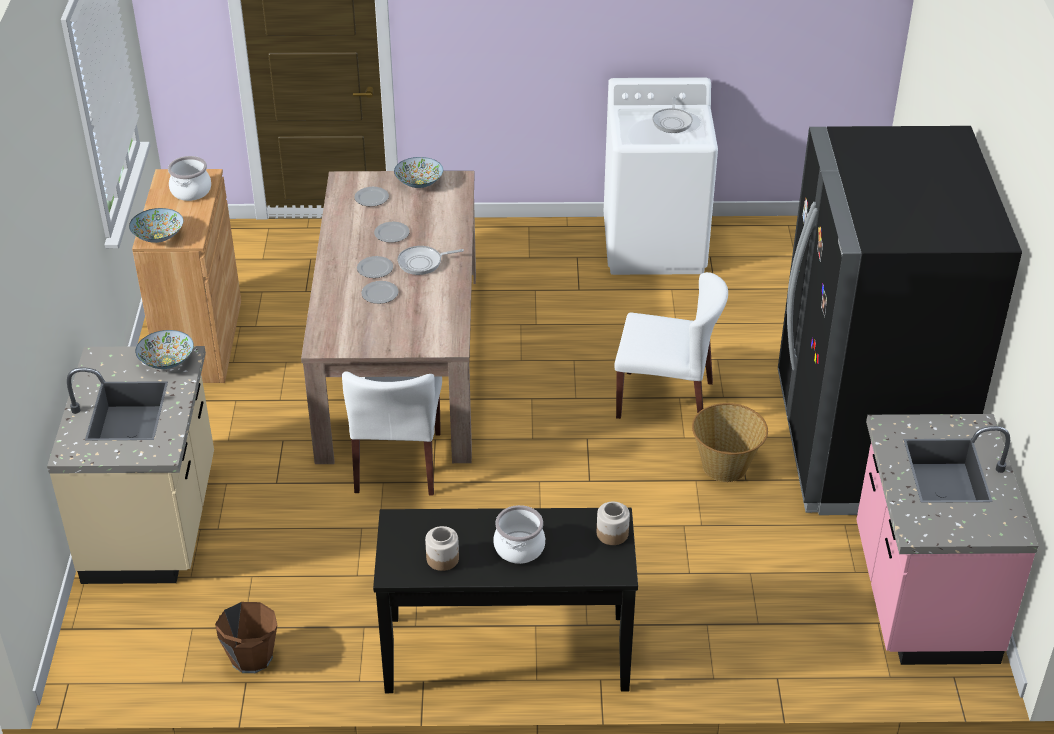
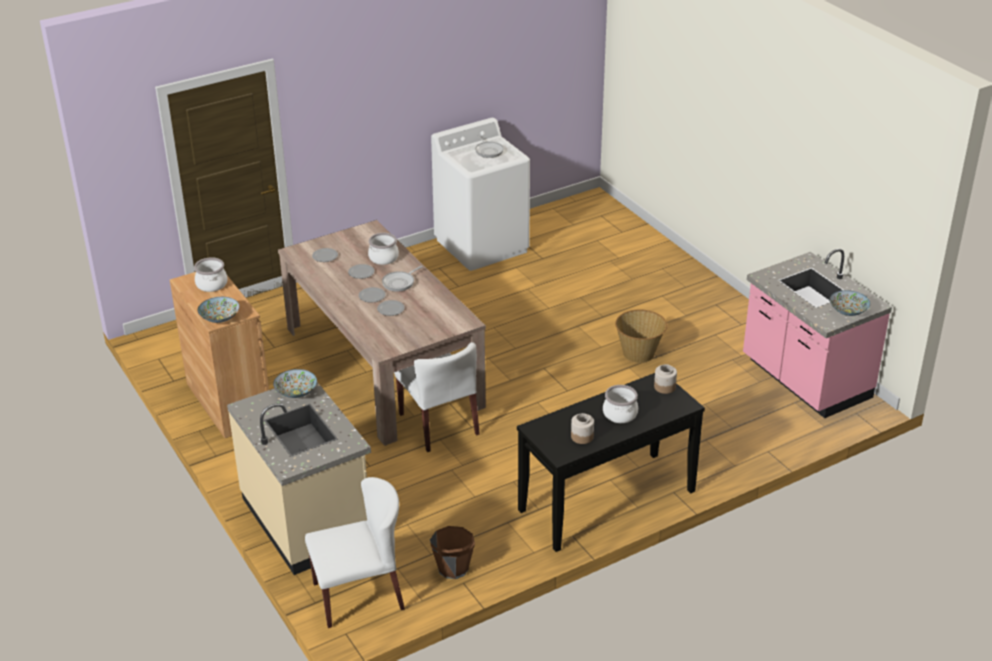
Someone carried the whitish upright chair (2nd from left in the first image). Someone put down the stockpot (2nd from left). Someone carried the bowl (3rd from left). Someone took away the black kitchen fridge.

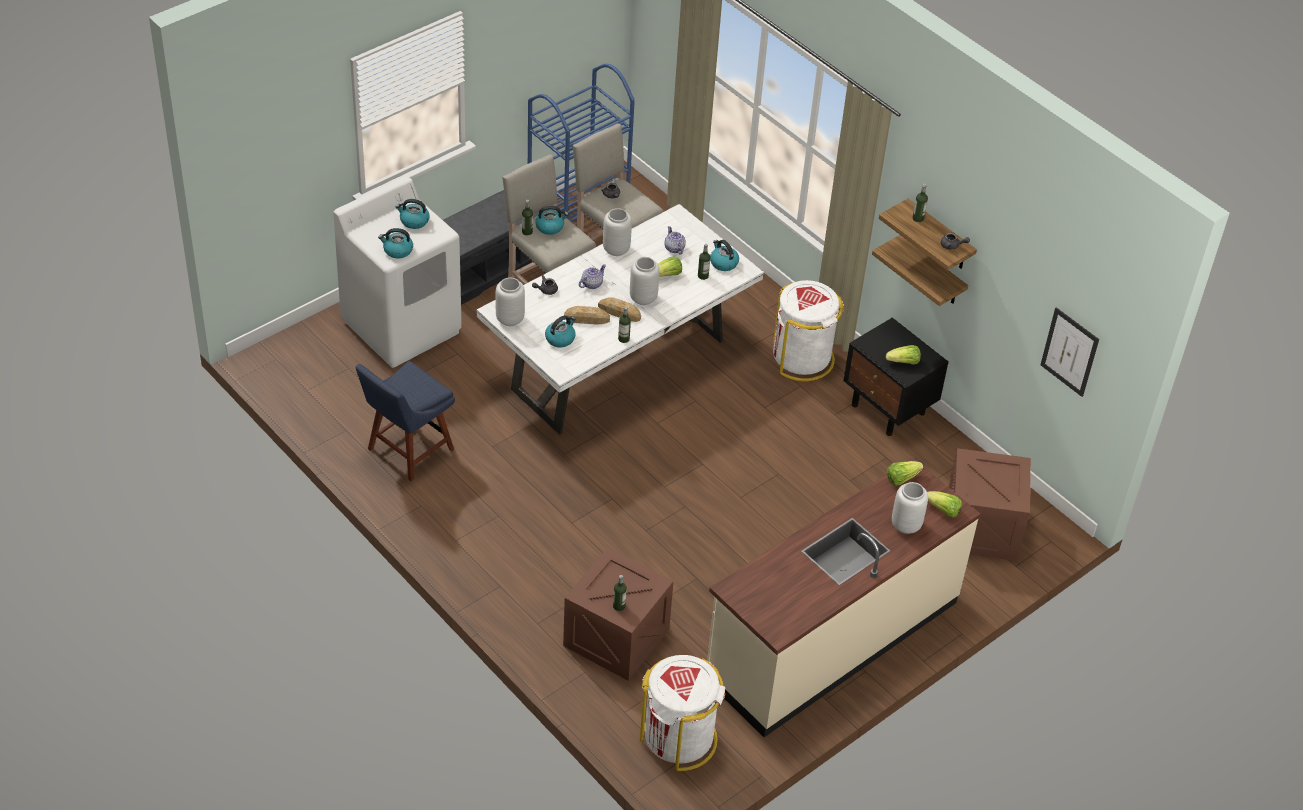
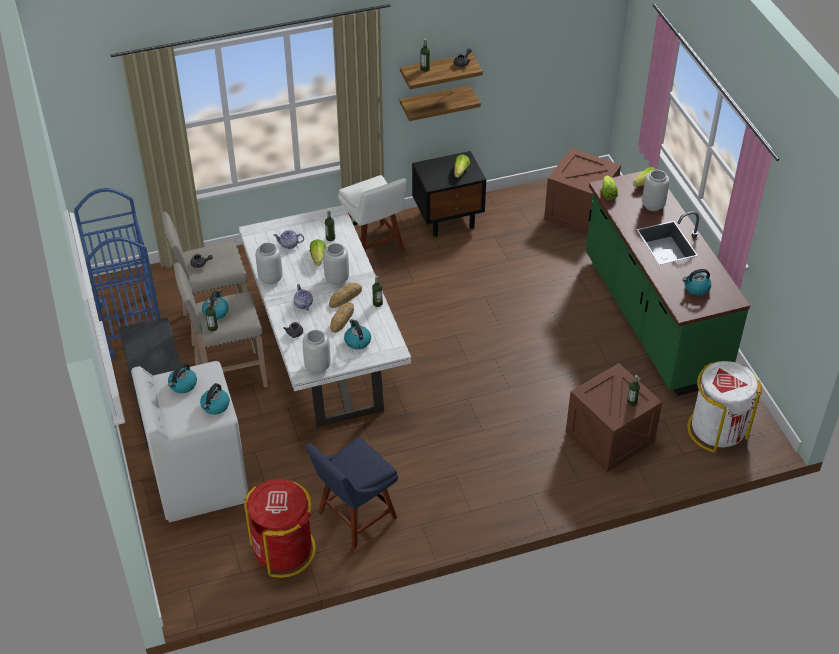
Someone put down the red trash can. Someone rotated the blue-coloured upright chair by 75 degrees clockwise. Someone swapped the whitish trash can (2nd from left) for the whitish upright chair. Someone repainted the beige kitchen counter, which became the greenish kitchen counter. Someone carried the tea kettle (5th from left). Someone took away the wall art.

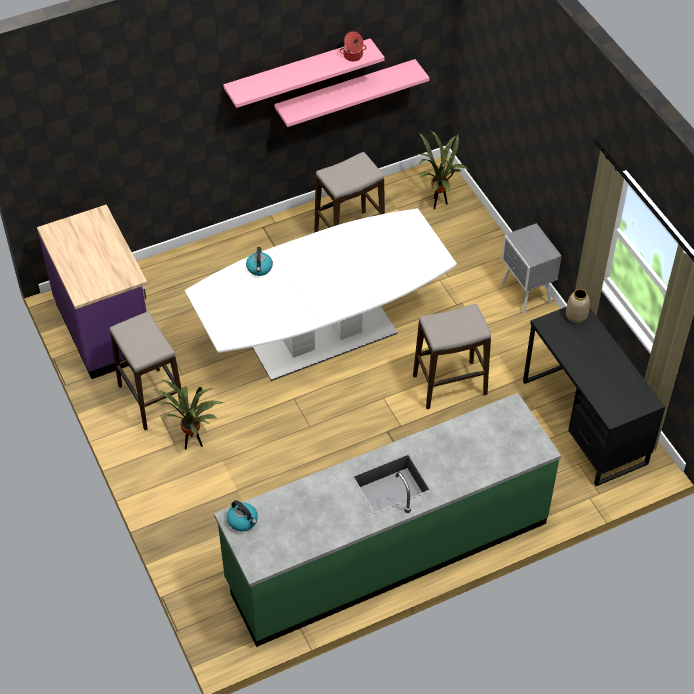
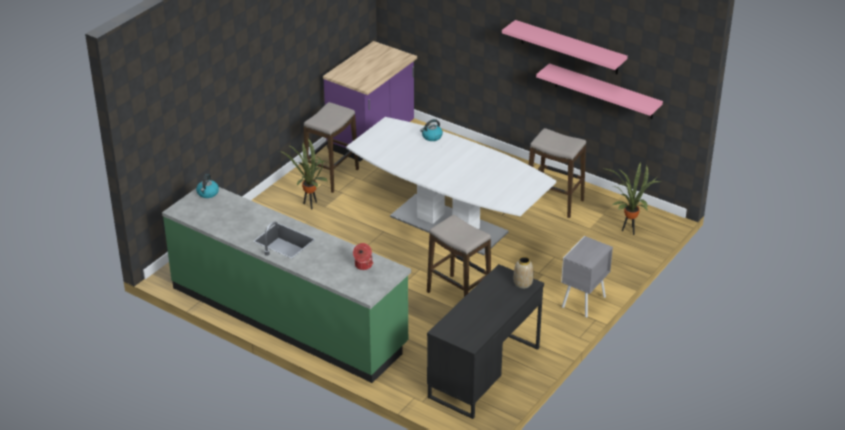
Someone carried the stockpot.

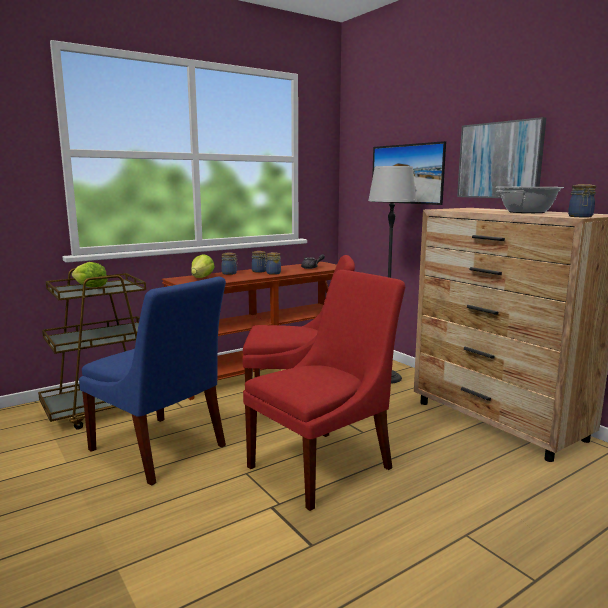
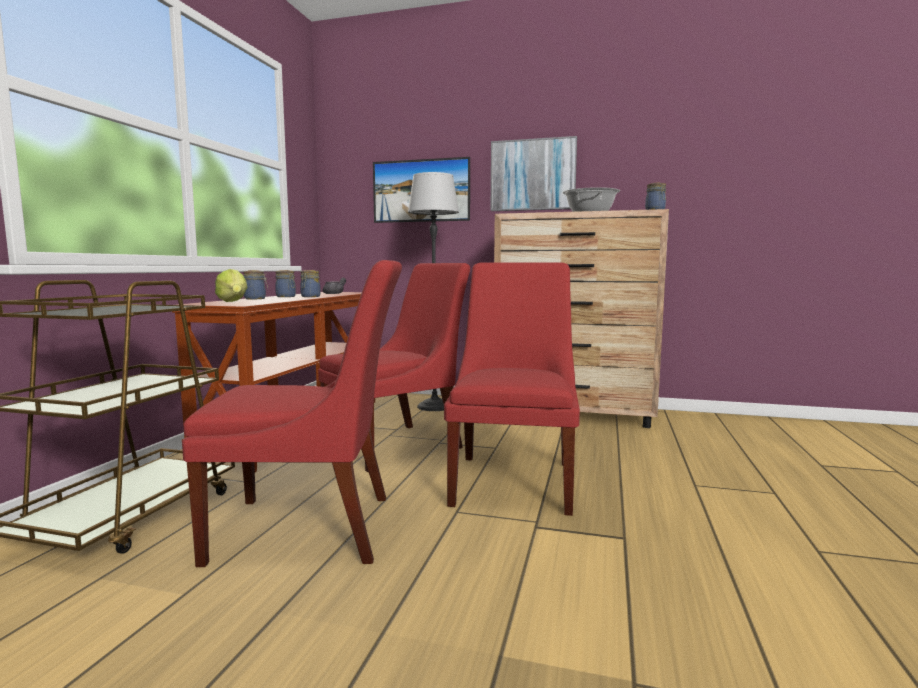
Someone repainted the blue-coloured upright chair, which became the red upright chair (1st from left). Someone took away the lettuce (1st from left).

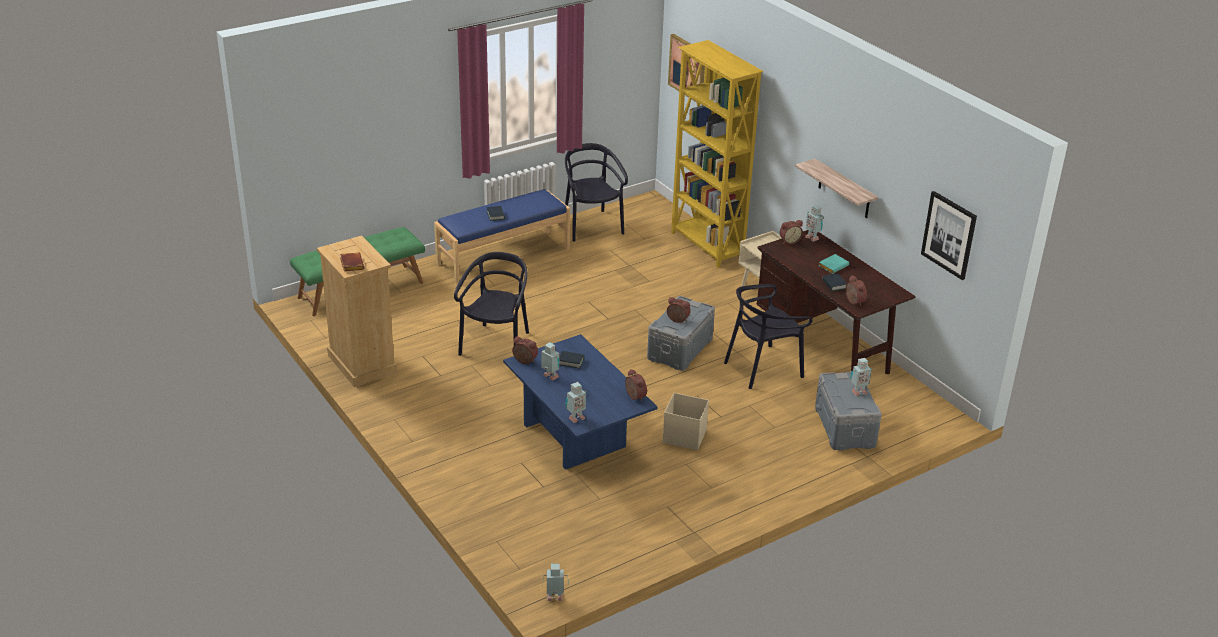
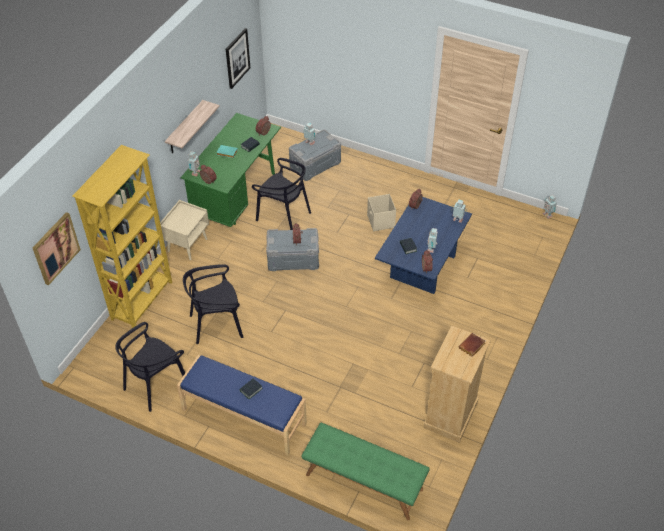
Someone repainted the brownish desk table, which became the greenish desk table. Someone carried the black upright chair (1st from left in the first image).

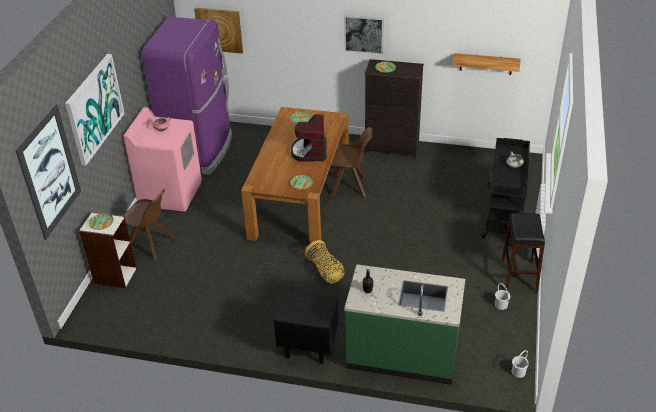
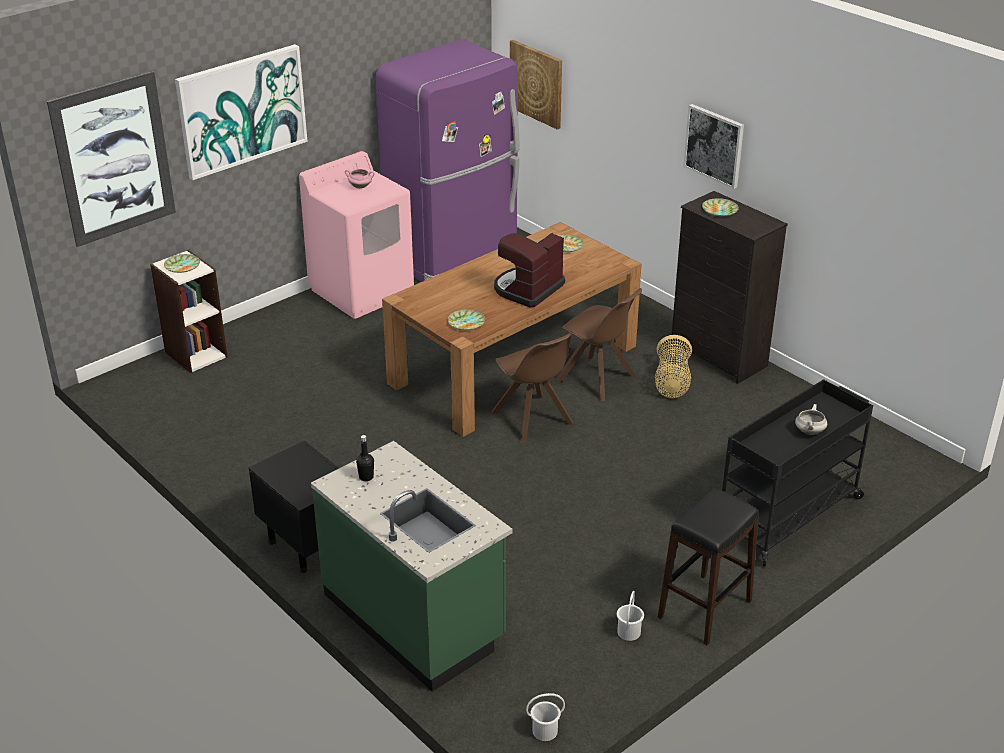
Someone carried the brownish upright chair (1st from left). Someone carried the storage basket. Someone took away the bracket shelf.

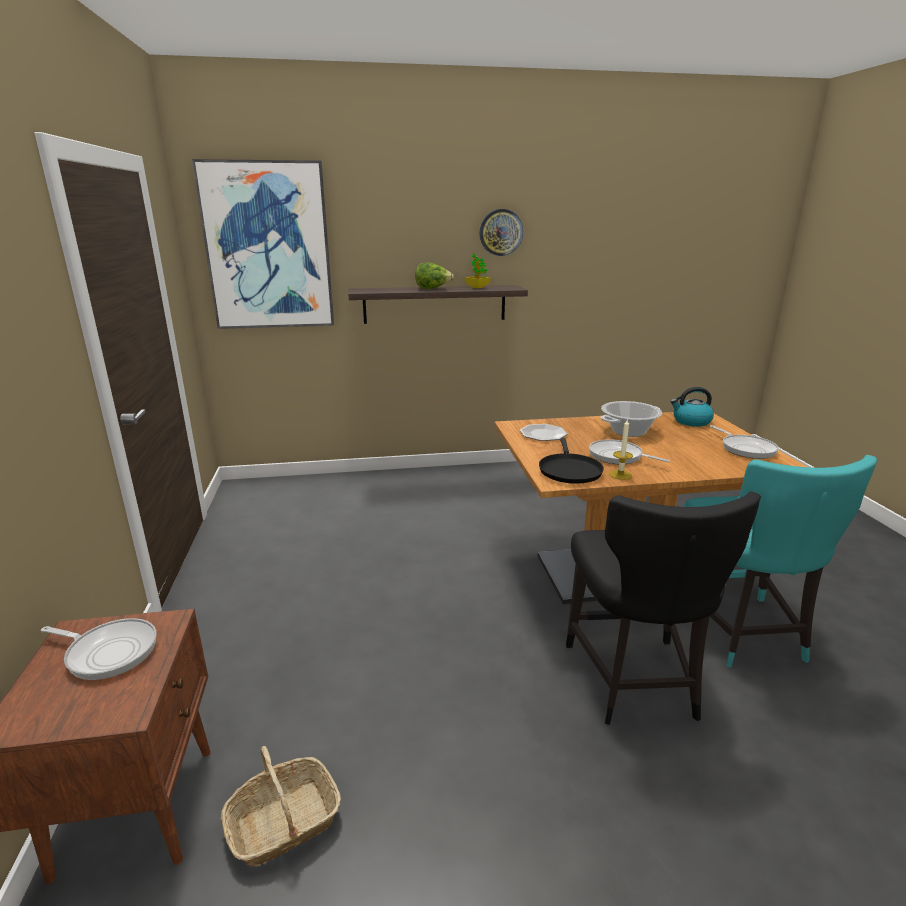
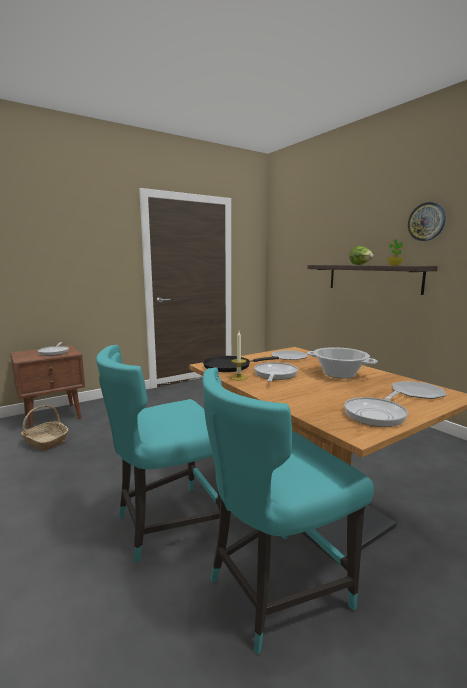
Someone repainted the black upright chair, which became the turquoise upright chair (1st from left). Someone swapped the tea kettle for the dinner plate (2nd from left). Someone took away the wall art.

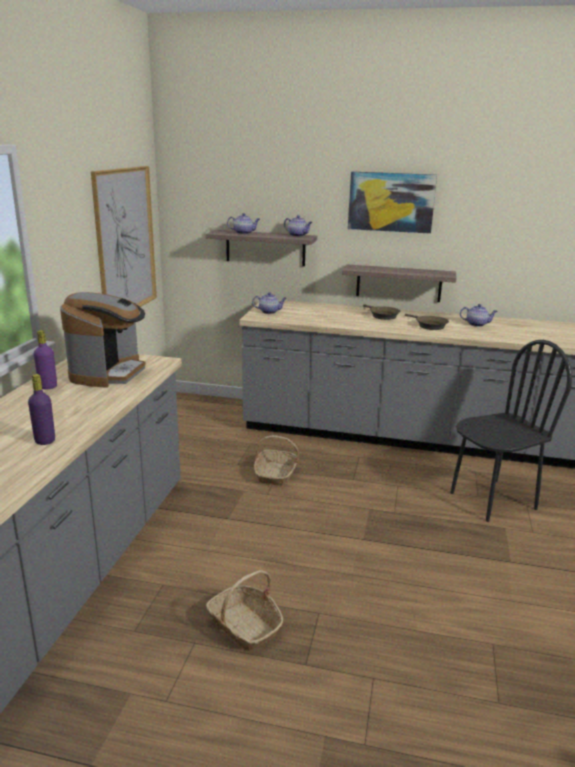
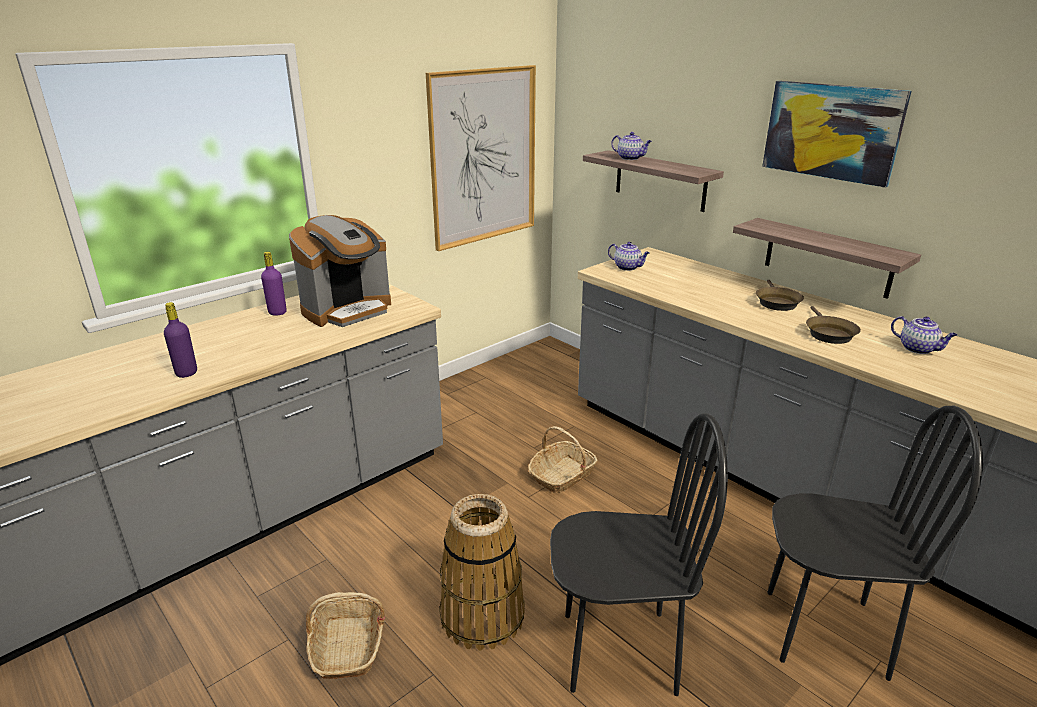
Someone put down the storage basket (2nd from left). Someone put down the black upright chair (1st from left). Someone took away the teapot (3rd from left).

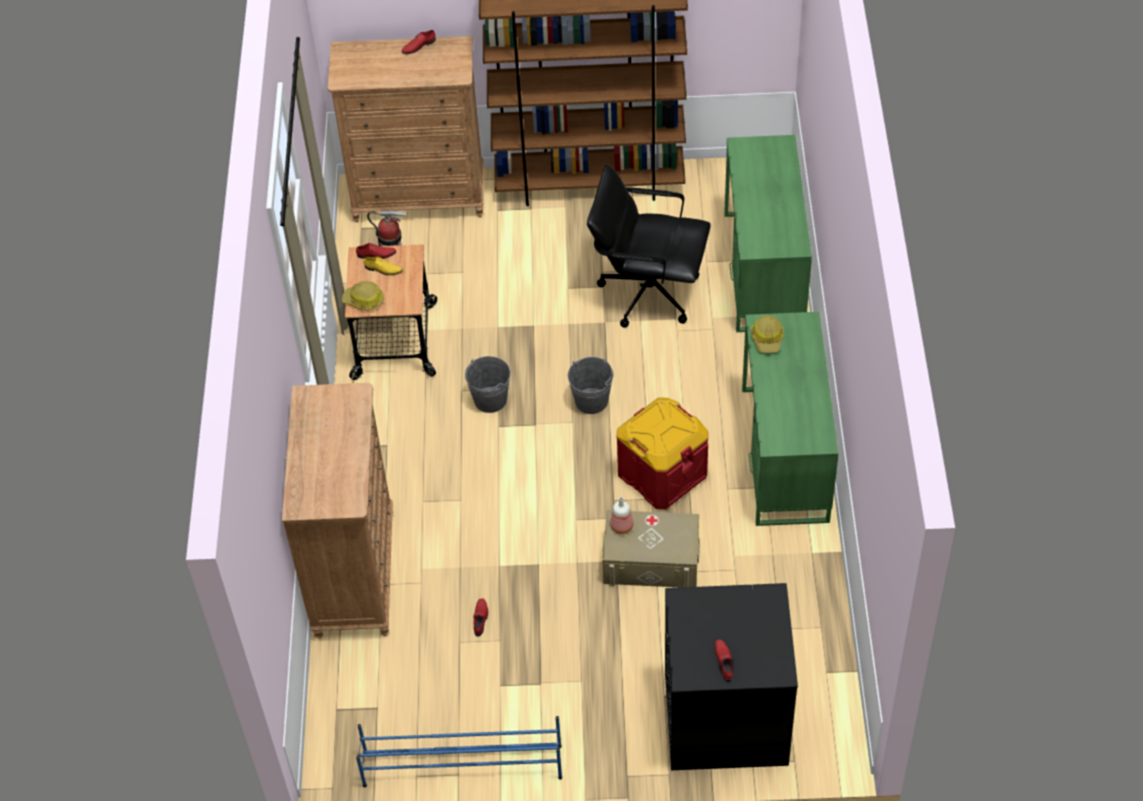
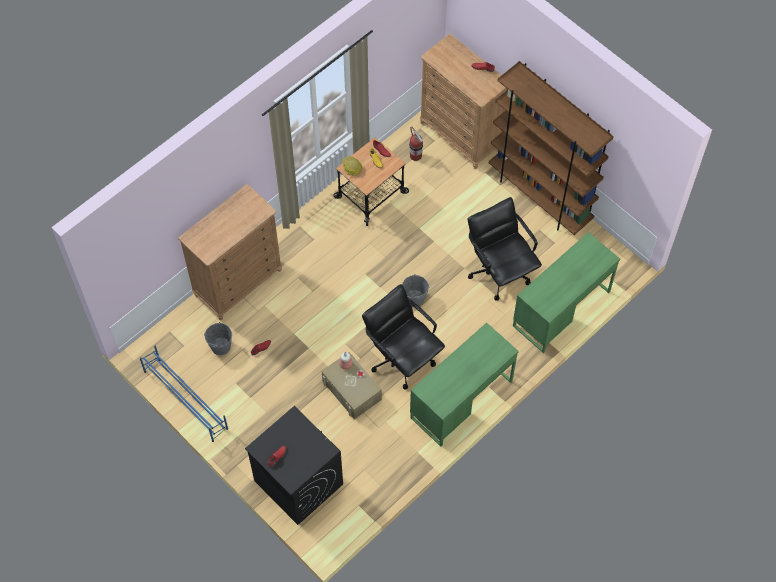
Someone carried the gray pail (1st from left). Someone swapped the red storage bin for the black computer chair (1st from left). Someone took away the hard hat (2nd from left).

